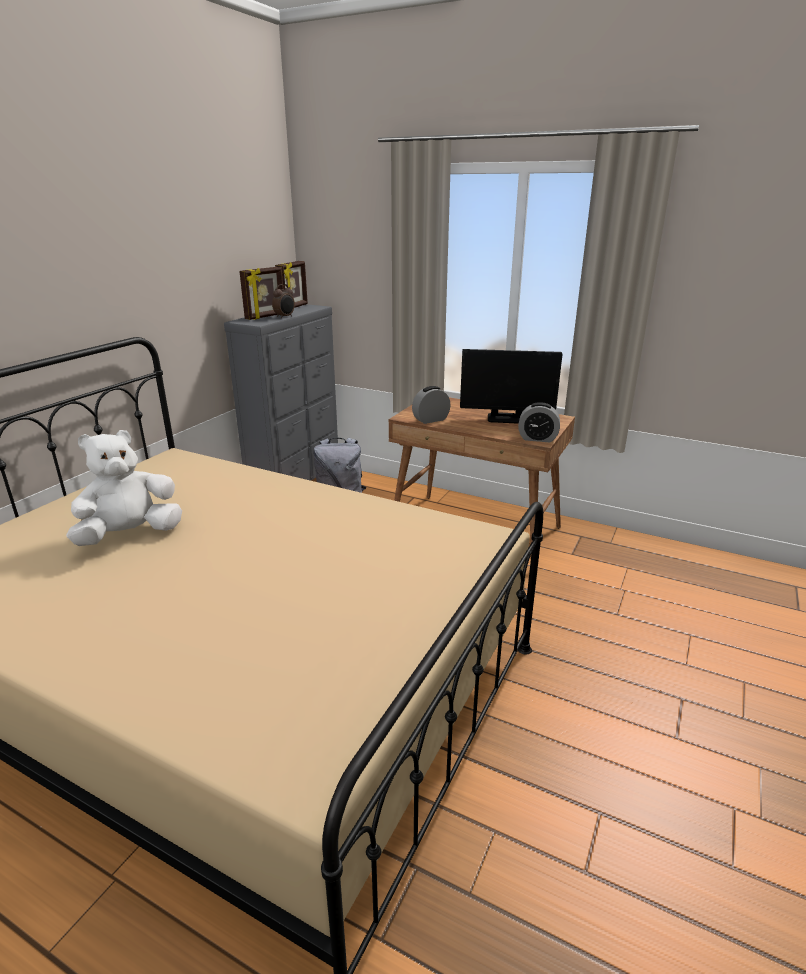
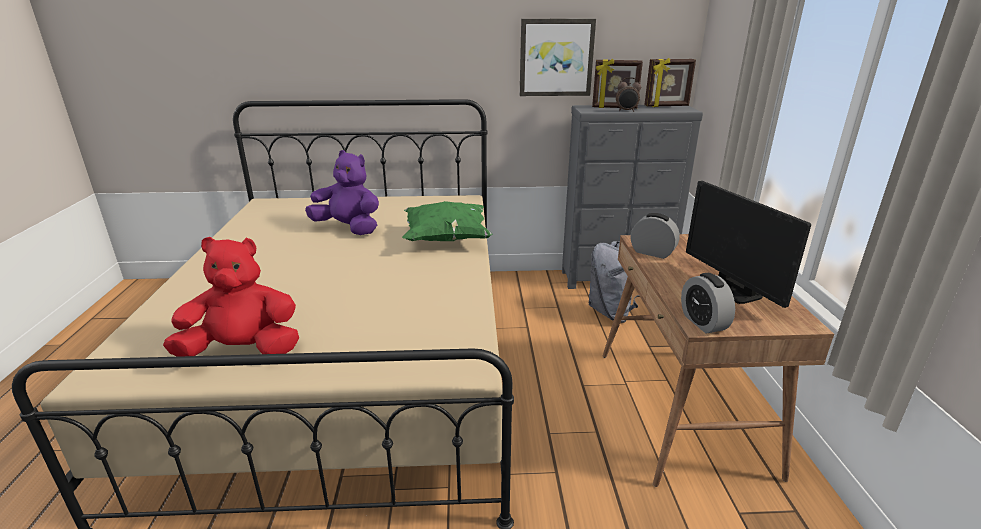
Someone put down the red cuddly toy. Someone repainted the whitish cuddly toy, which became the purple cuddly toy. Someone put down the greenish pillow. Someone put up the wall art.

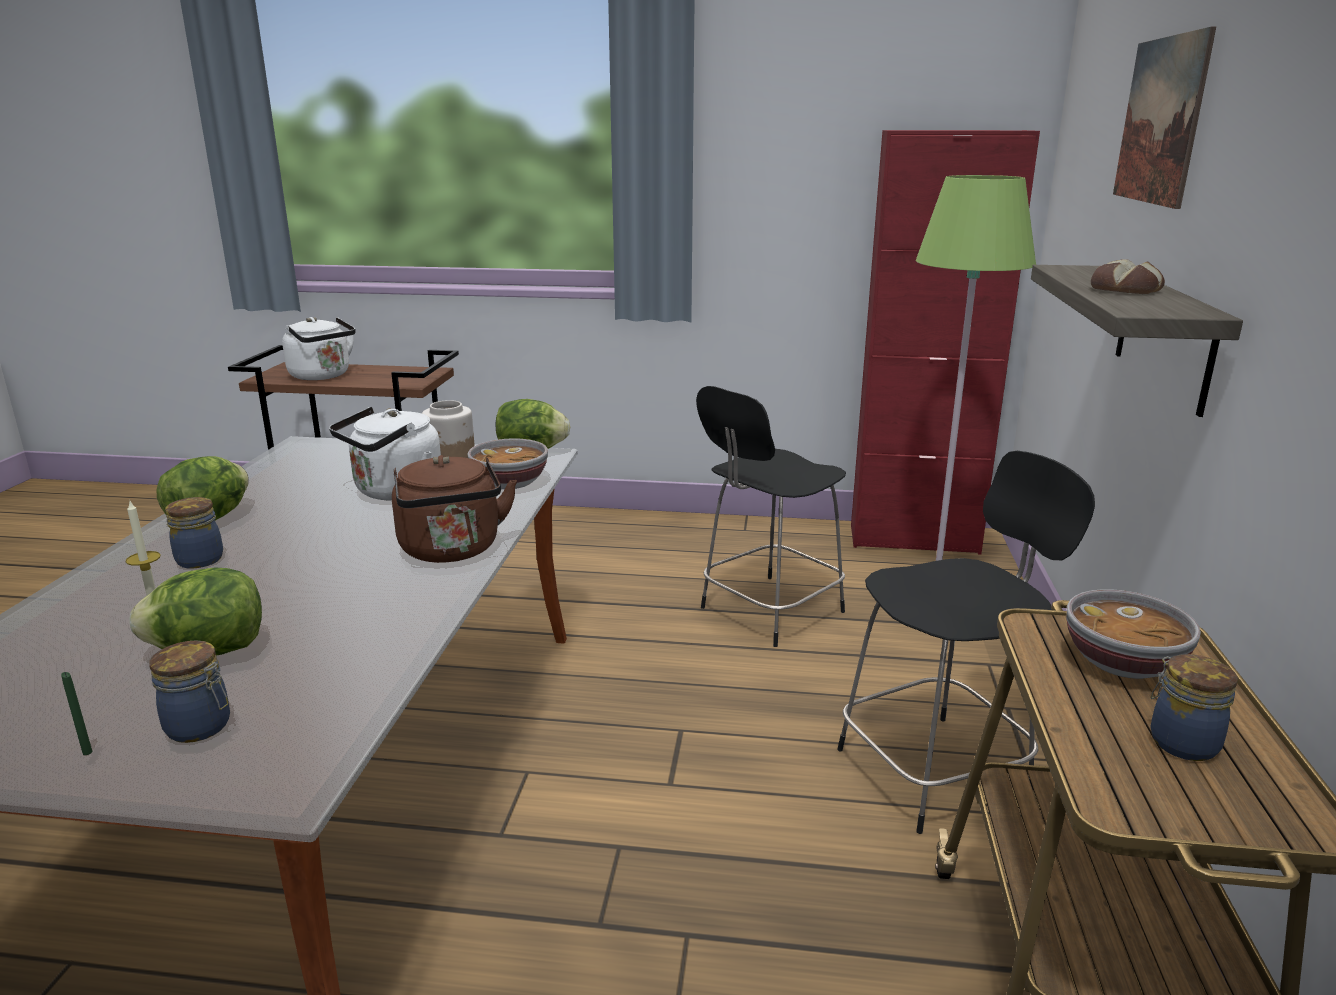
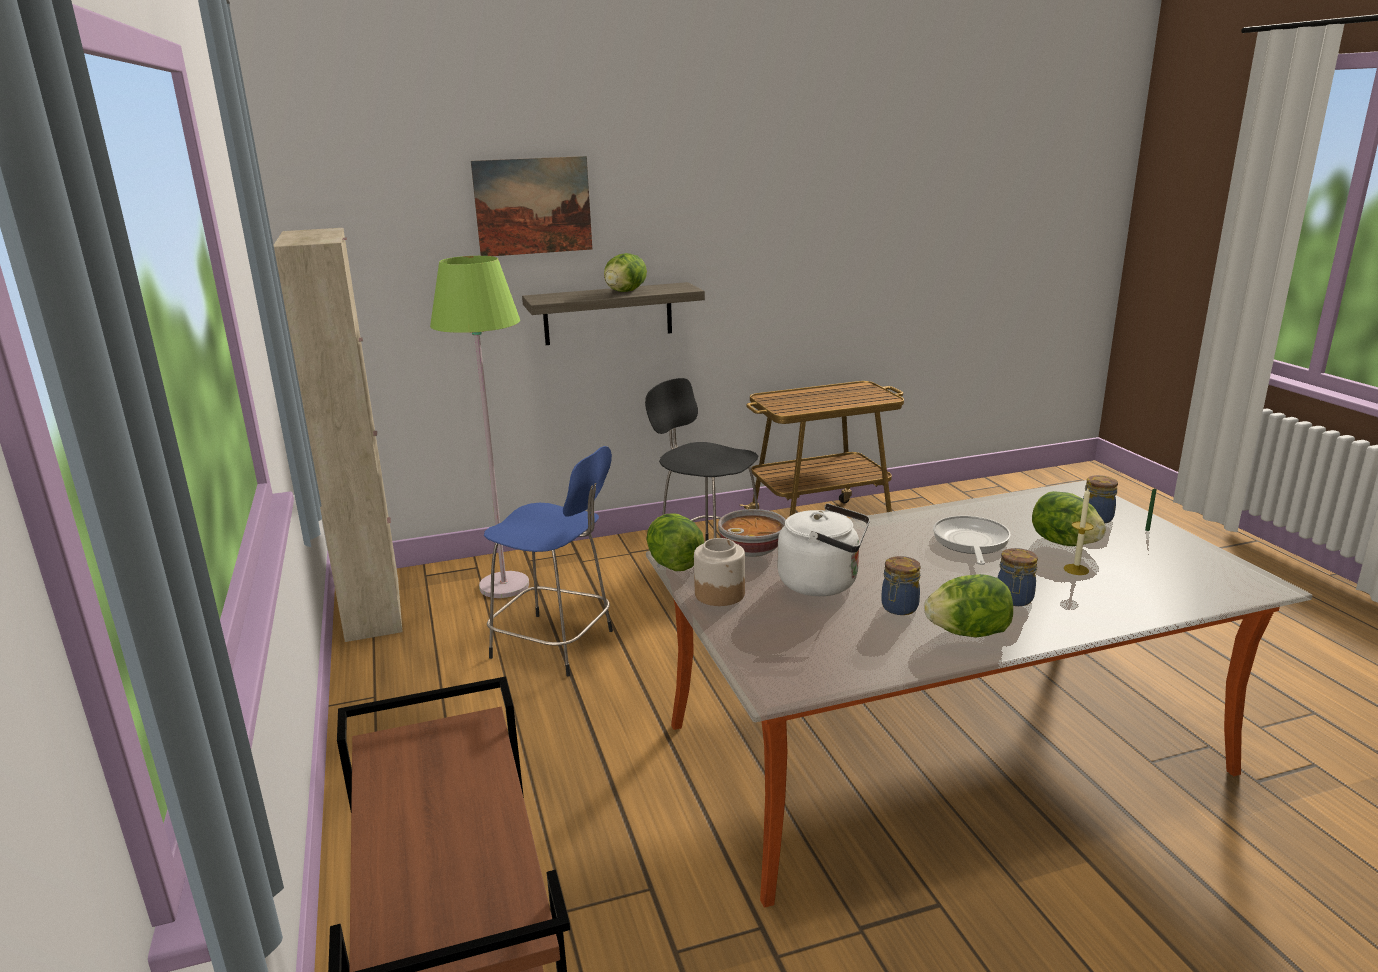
Someone repainted the red cupboard, which became the beige cupboard. Someone repainted the black sitting stool (1st from left), which became the blue-coloured sitting stool. Someone swapped the bakery bread for the lettuce (1st from left). Someone carried the storage jar (4th from left in the first image). Someone put down the frying pan. Someone took away the whitish tea kettle (1st from left). Someone took away the brownish tea kettle. Someone took away the bowl (2nd from left).

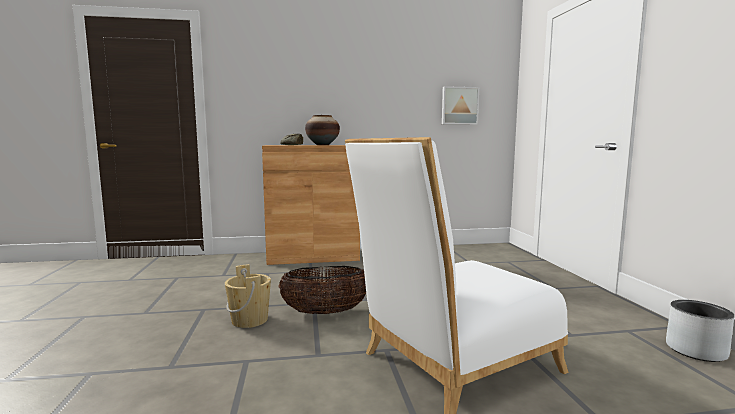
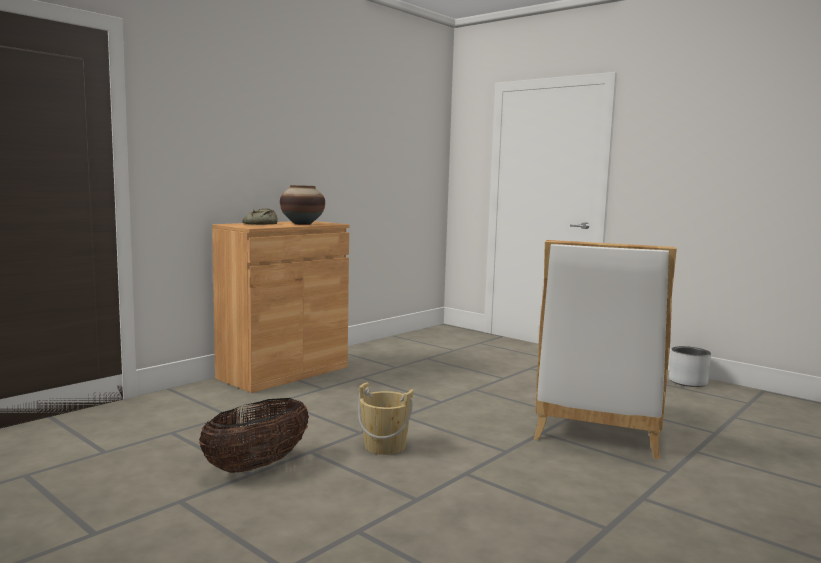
Someone carried the storage basket. Someone took away the wall art.

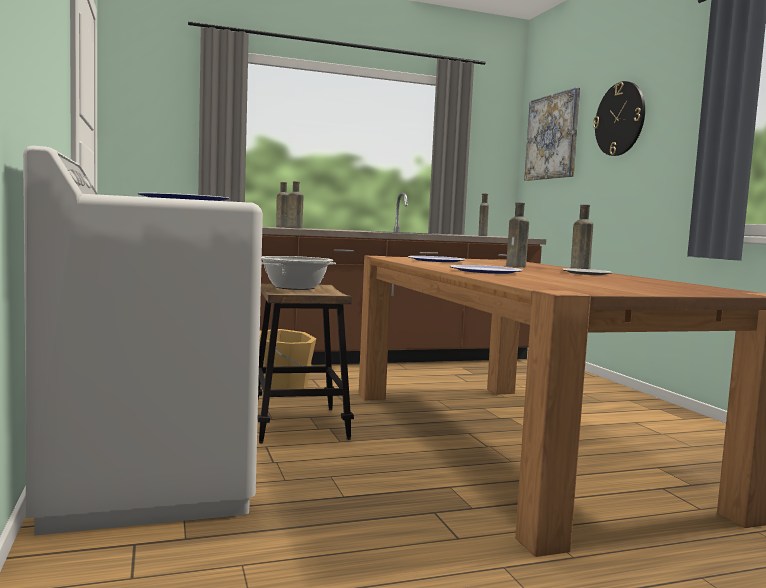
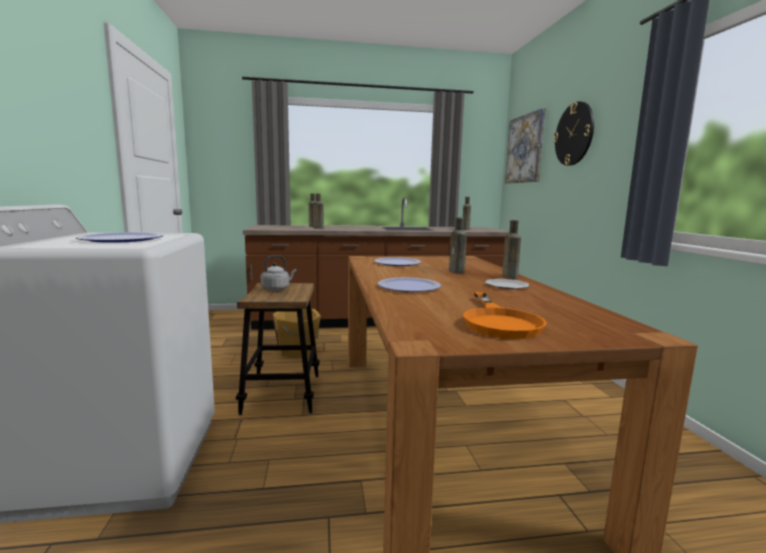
Someone swapped the stockpot for the gray tea kettle. Someone put down the orange-coloured frying pan.

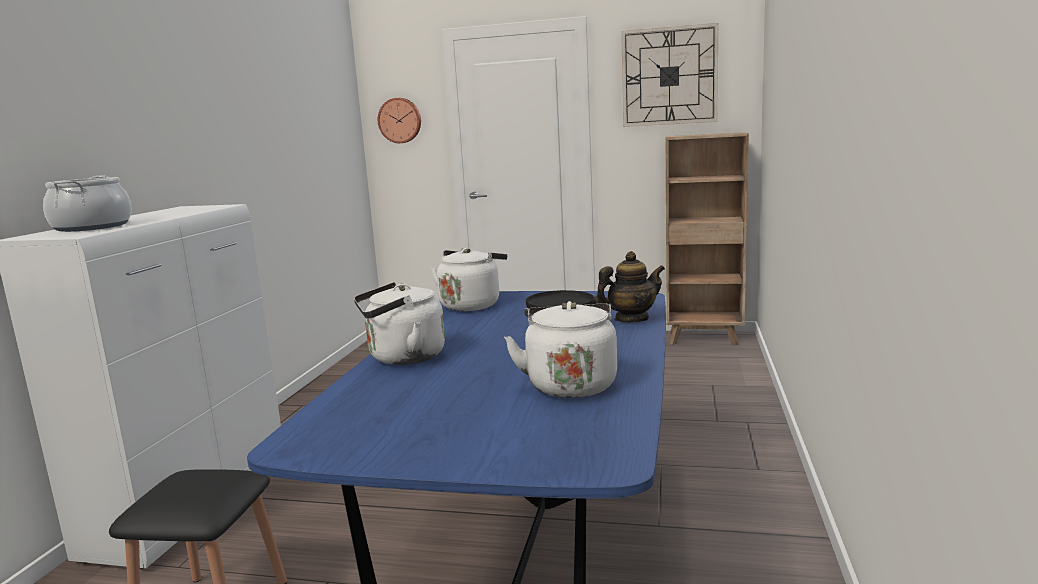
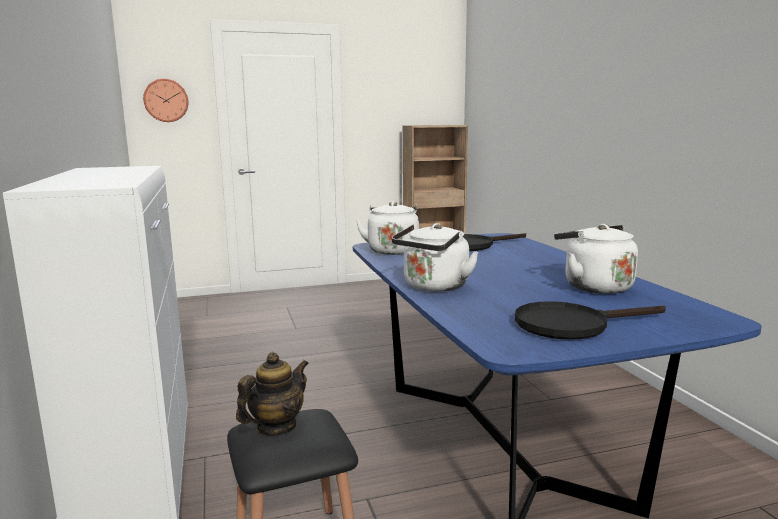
Someone carried the teapot. Someone put down the black frying pan (2nd from left). Someone took away the stockpot. Someone took away the wall clock (2nd from left).

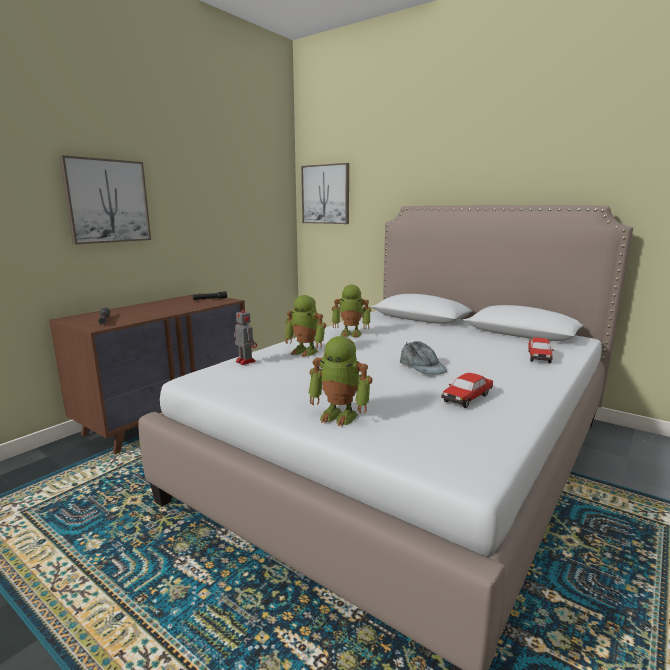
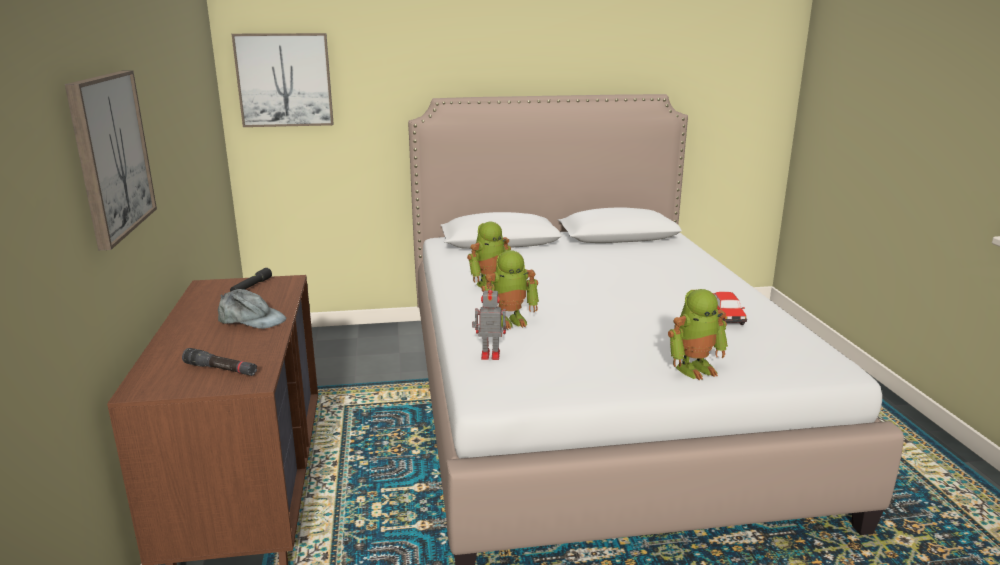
Someone carried the gray baseball cap. Someone took away the miniature car (2nd from left).

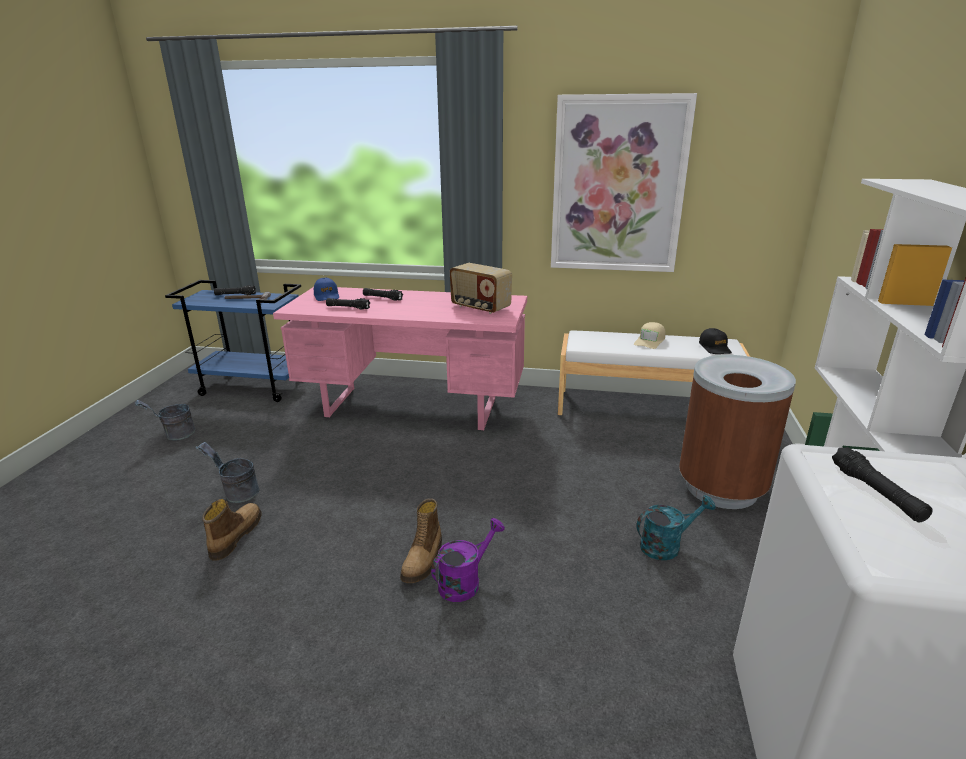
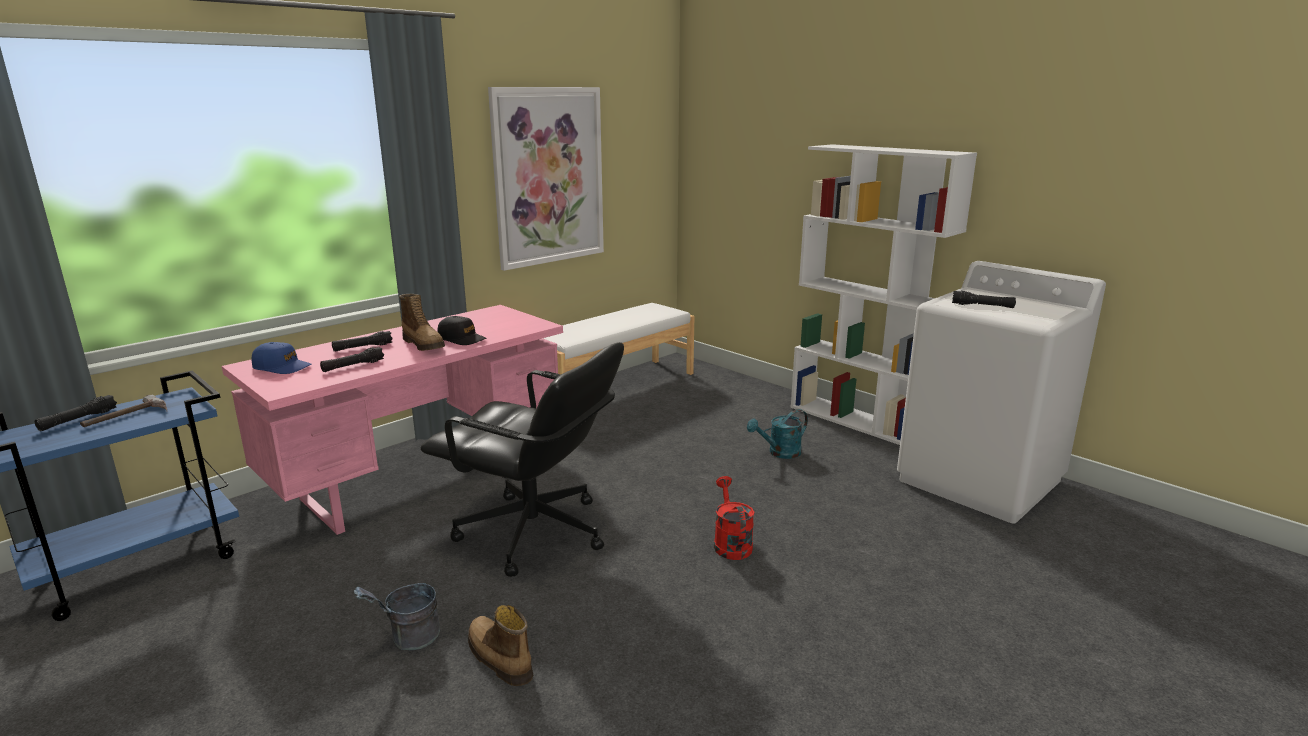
Someone carried the high-top boot (2nd from left in the first image). Someone put down the black computer chair. Someone carried the black baseball cap. Someone repainted the purple watering pot, which became the red watering pot. Someone rotated the turquoise watering pot by 135 degrees counterclockwise. Someone took away the gray pail (1st from left). Someone took away the radio. Someone took away the beige baseball cap. Someone took away the brownish trash can.

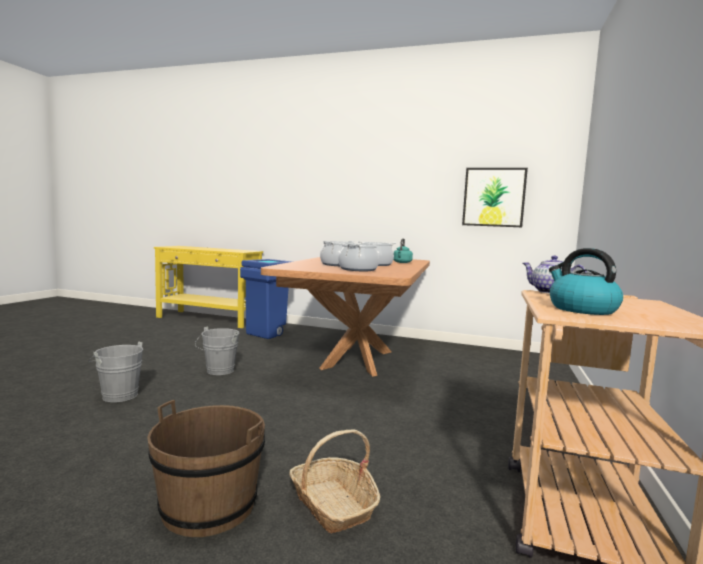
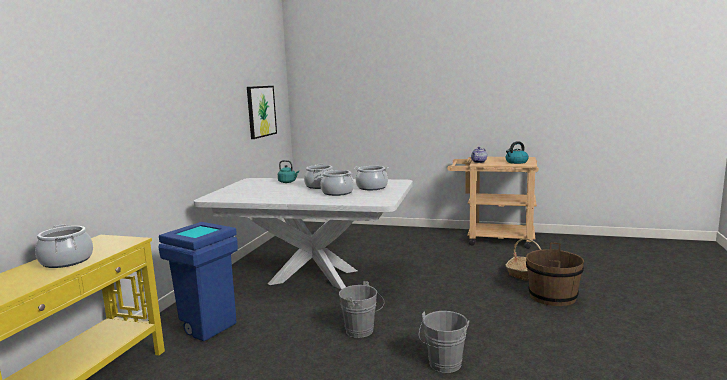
Someone put down the stockpot (1st from left). Someone repainted the brownish dining table, which became the whitish dining table.

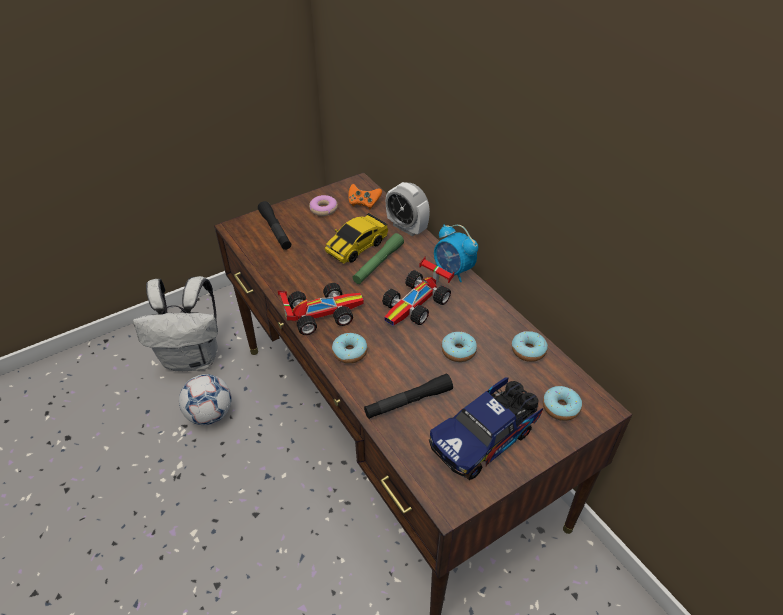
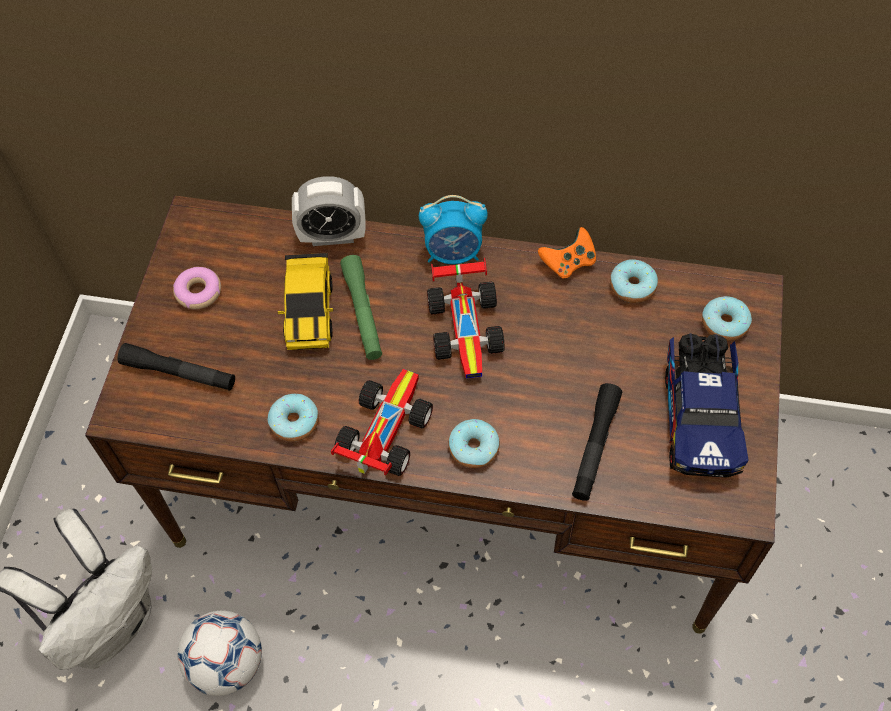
Someone carried the ring doughnut (3rd from left in the first image). Someone carried the orange-coloured joypad.

